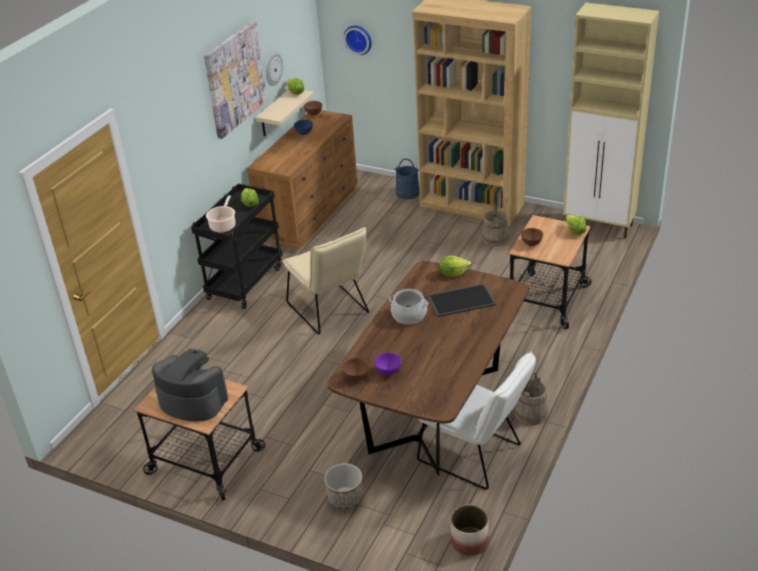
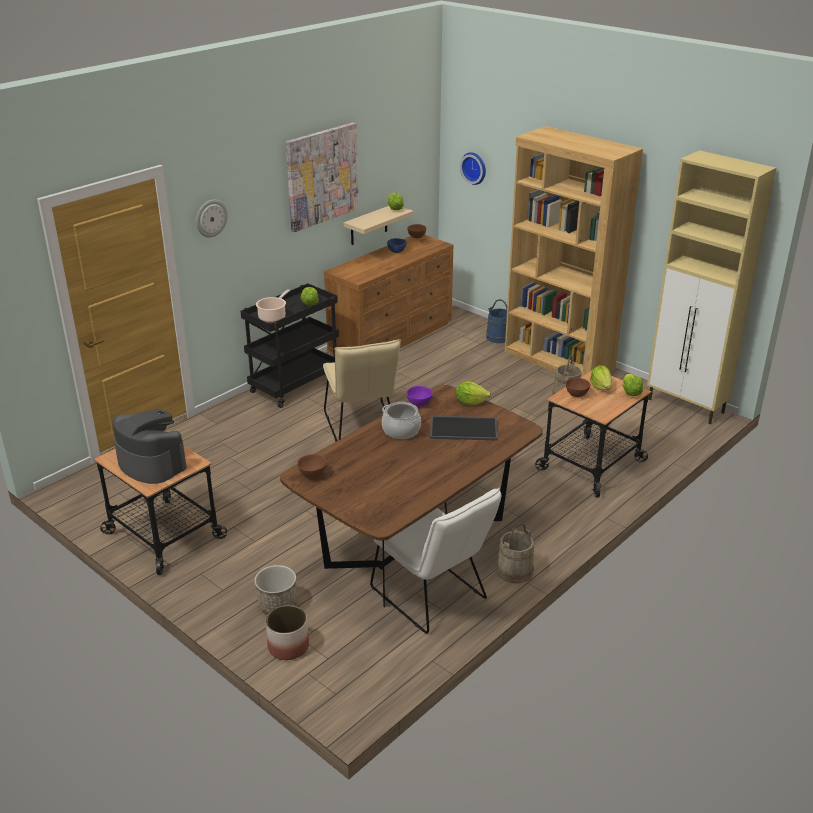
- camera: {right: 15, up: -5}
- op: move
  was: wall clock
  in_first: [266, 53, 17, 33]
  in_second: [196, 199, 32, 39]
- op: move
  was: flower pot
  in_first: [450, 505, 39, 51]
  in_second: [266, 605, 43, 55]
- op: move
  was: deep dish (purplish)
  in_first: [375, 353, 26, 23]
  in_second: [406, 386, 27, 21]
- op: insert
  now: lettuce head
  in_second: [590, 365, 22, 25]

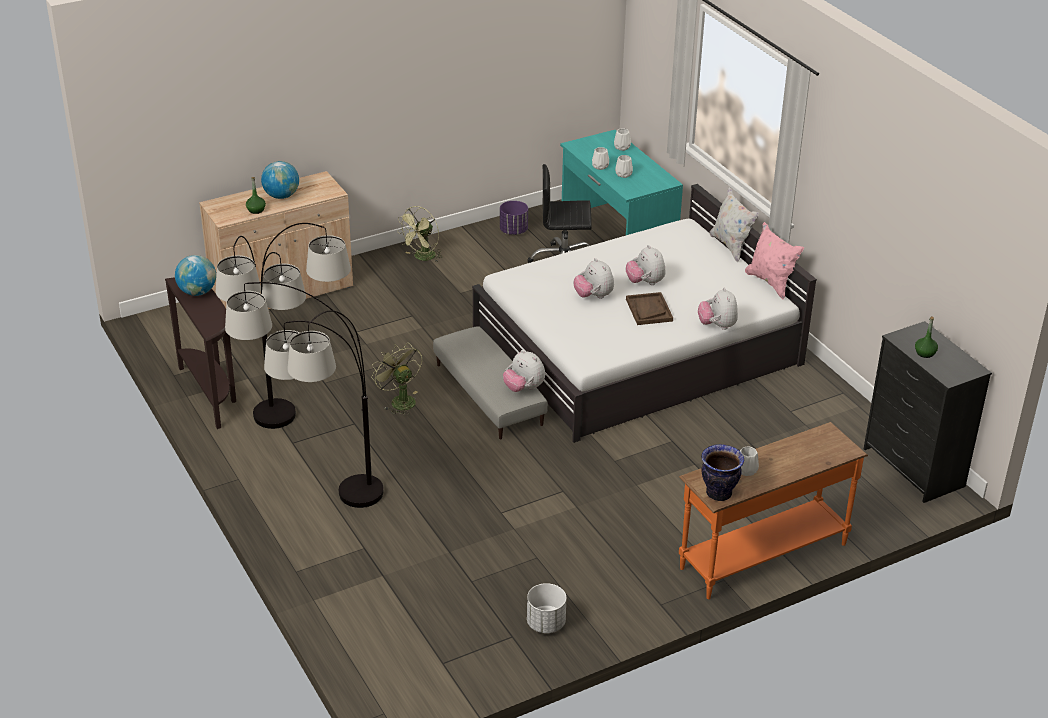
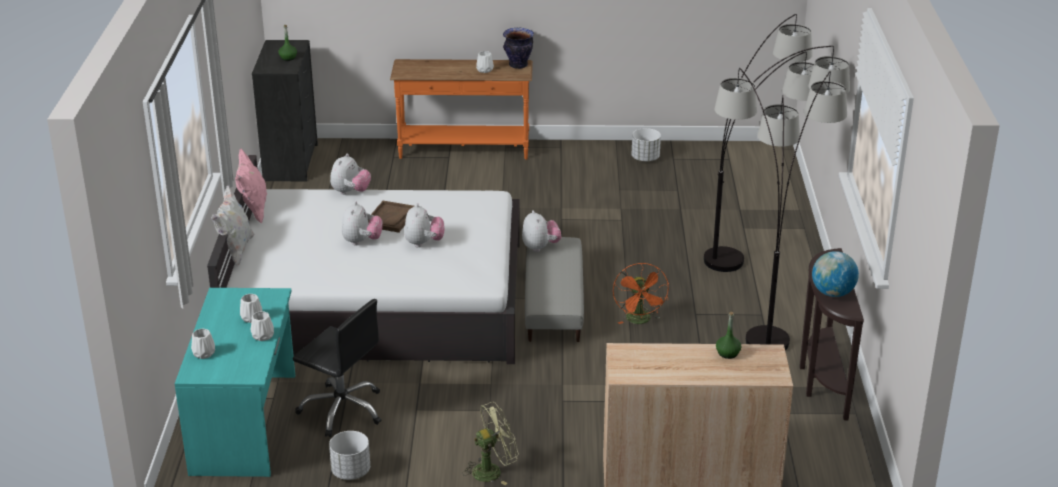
- camera: {right: -150, up: -5}
- op: recolor
  was: flower pot (purplish)
  now: flower pot (white)
  in_first: [500, 201, 28, 34]
  in_second: [329, 431, 41, 49]
- op: recolor
  was: fan (greenish)
  now: fan (orange)
  in_first: [371, 344, 51, 71]
  in_second: [613, 263, 56, 61]
- op: delete
  was: desk globe
  in_first: [261, 161, 38, 38]

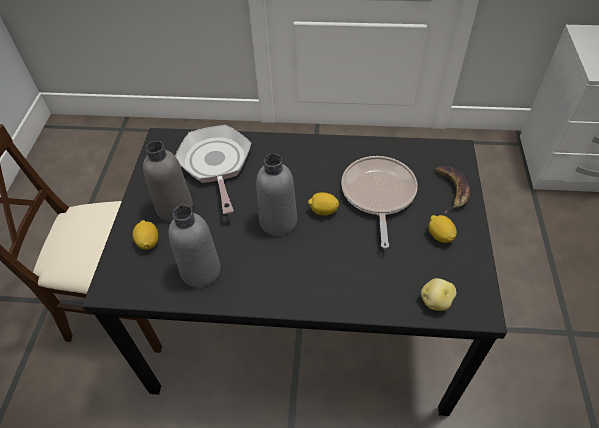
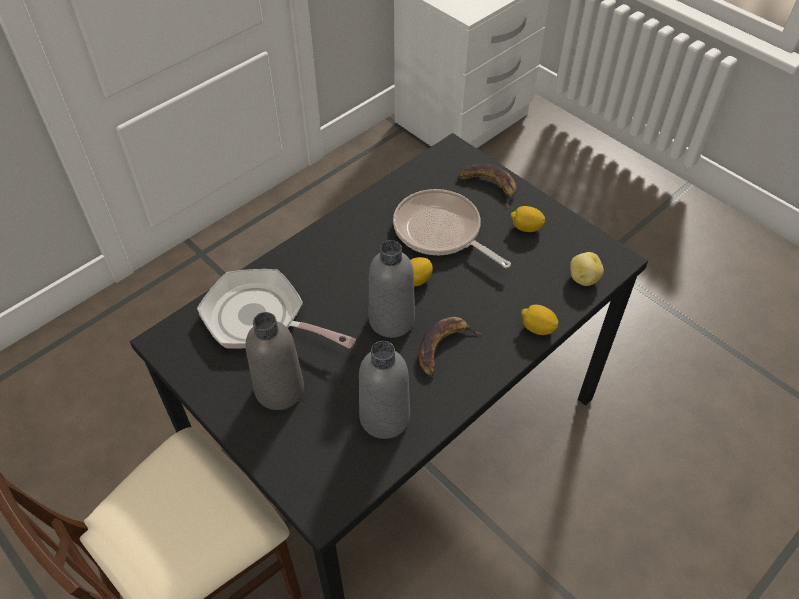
- camera: {right: -50, up: 0}
- op: insert
  now: banana
  in_second: [419, 317, 63, 60]
- op: move
  was: whole lemon
  in_first: [133, 220, 25, 30]
  in_second: [521, 305, 38, 30]

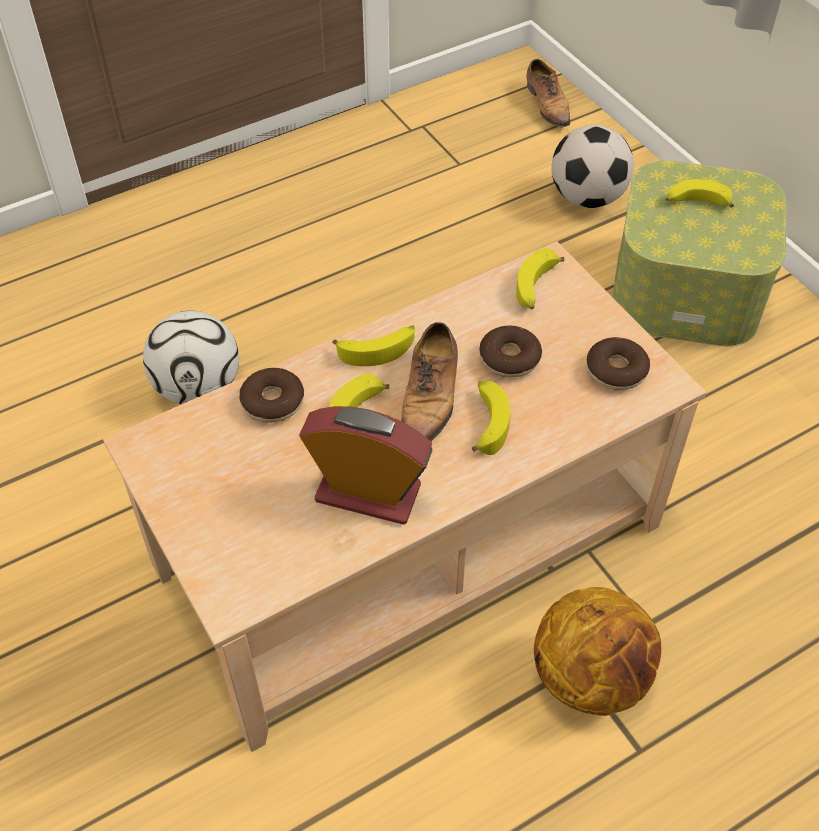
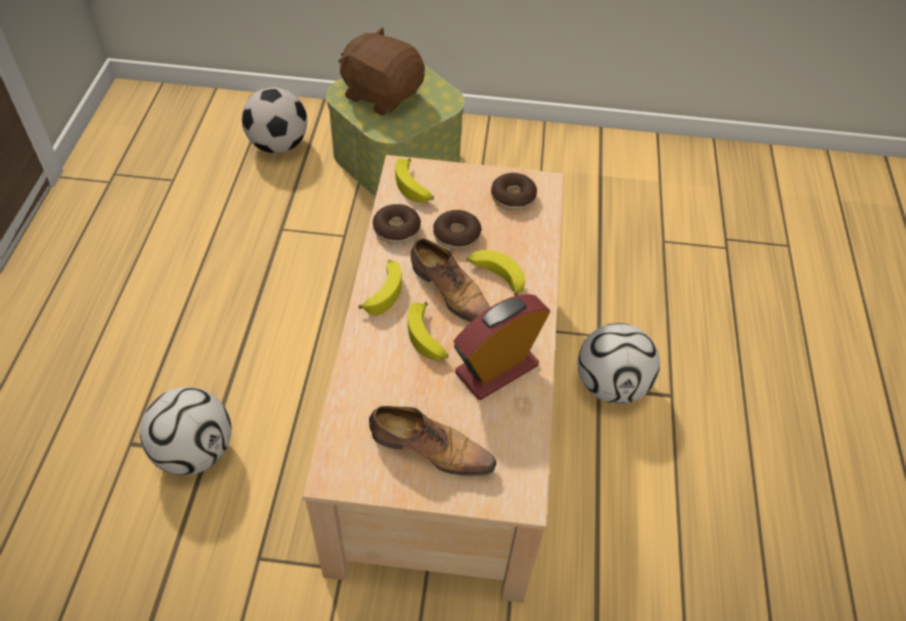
- camera: {right: -55, up: 0}
- op: replace
  was: banana
  now: soft toy (brown)
  in_first: [666, 179, 68, 28]
  in_second: [338, 27, 87, 88]
- op: move
  was: shoe
  in_first: [527, 59, 43, 68]
  in_second: [369, 406, 127, 70]
- op: move
  was: ring doughnut
  in_first: [240, 368, 64, 55]
  in_second: [373, 204, 48, 40]
- op: replace
  was: basketball ball
  now: football ball
  in_first: [534, 587, 127, 129]
  in_second: [578, 323, 82, 81]

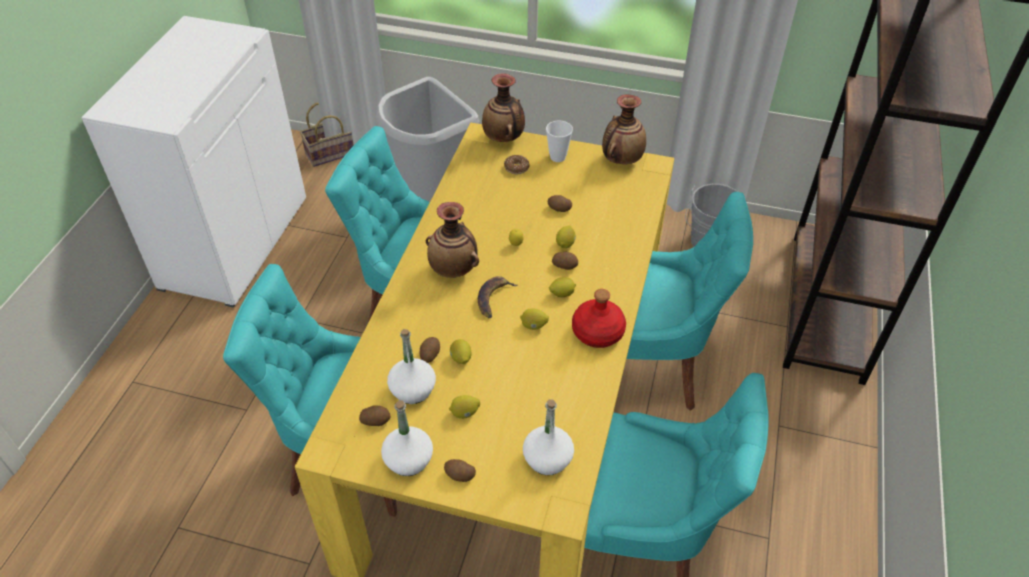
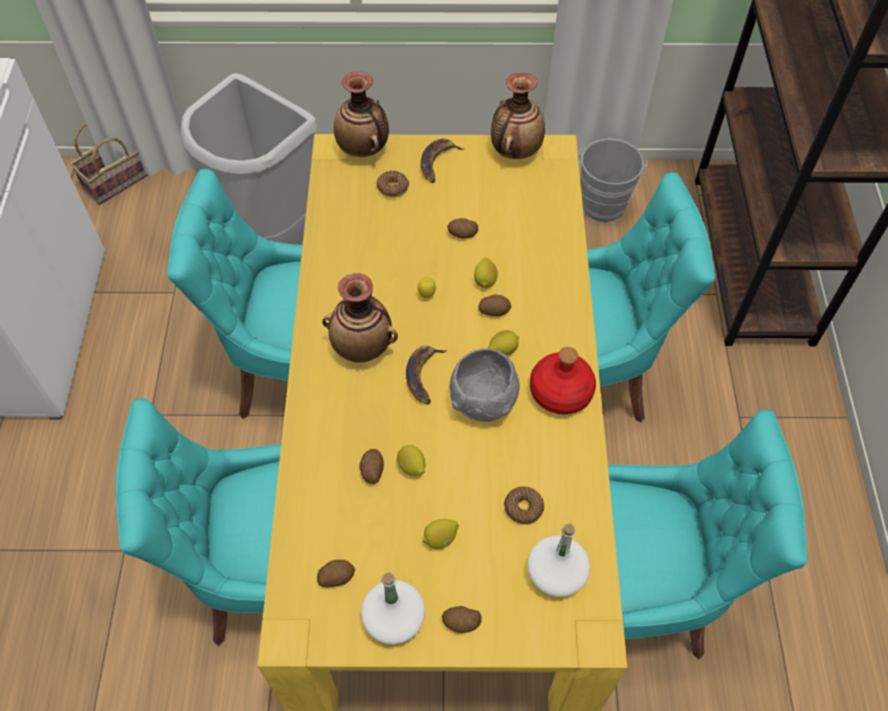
- camera: {right: -15, up: 10}
- op: replace
  was: cup
  now: banana
  in_first: [546, 120, 27, 42]
  in_second: [421, 138, 44, 45]
- op: replace
  was: whole lemon
  now: deep dish (greyish)
  in_first: [520, 309, 29, 21]
  in_second: [450, 349, 70, 73]
- op: insert
  now: ring doughnut
  in_second: [504, 486, 40, 38]
- op: delete
  was: drink bottle (white)
  in_first: [387, 329, 49, 75]

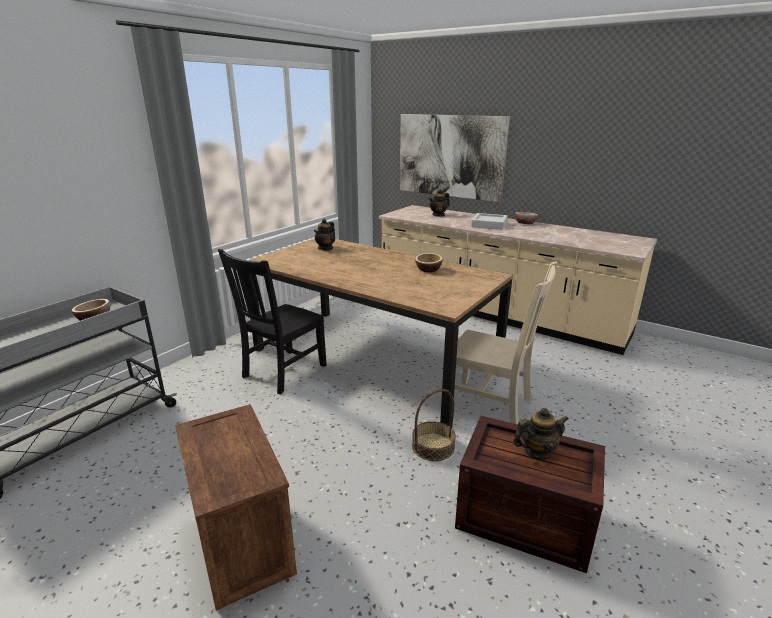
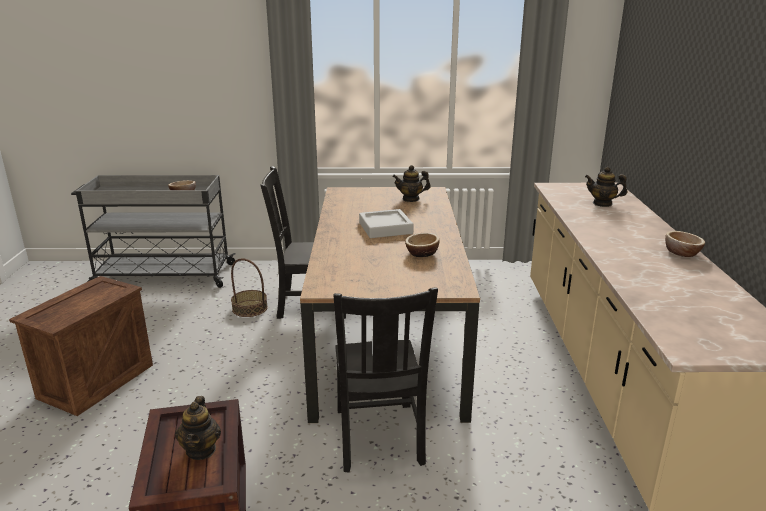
- camera: {right: 55, up: 0}
- op: rotate
  was: tea pot
  in_first: [513, 408, 56, 52]
  in_second: [175, 396, 46, 64]
  clockwise: 45
- op: move
  was: household basket
  in_first: [412, 389, 44, 72]
  in_second: [231, 258, 37, 59]
- op: recolor
  was: upright chair (beige-coloured)
  now: upright chair (black)
  in_first: [454, 261, 104, 164]
  in_second: [333, 287, 105, 186]
- op: move
  was: carrying tray (greyish)
  in_first: [471, 213, 37, 17]
  in_second: [359, 209, 55, 29]
- op: delete
  was: picture
  in_first: [400, 114, 110, 88]

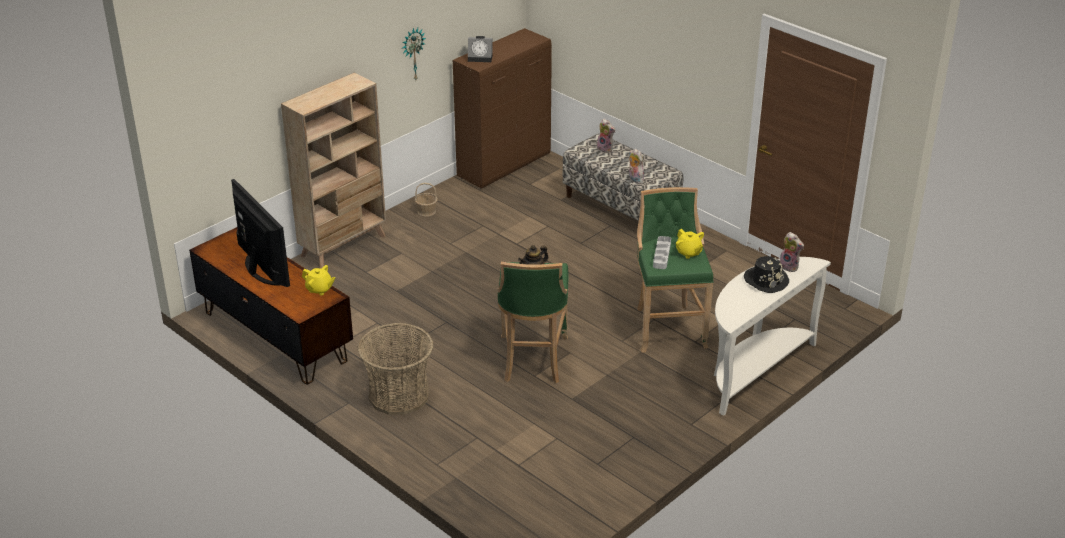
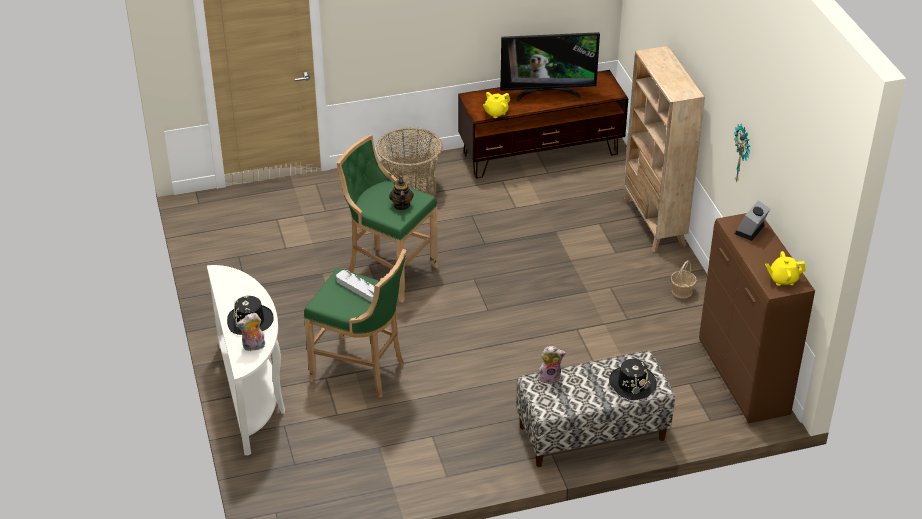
- camera: {right: 120, up: 5}
- op: replace
  was: soft toy
  now: hat (black)
  in_first: [597, 119, 18, 34]
  in_second: [609, 359, 47, 41]
- op: move
  was: tea pot (yellow)
  in_first: [676, 229, 28, 30]
  in_second: [765, 251, 41, 35]

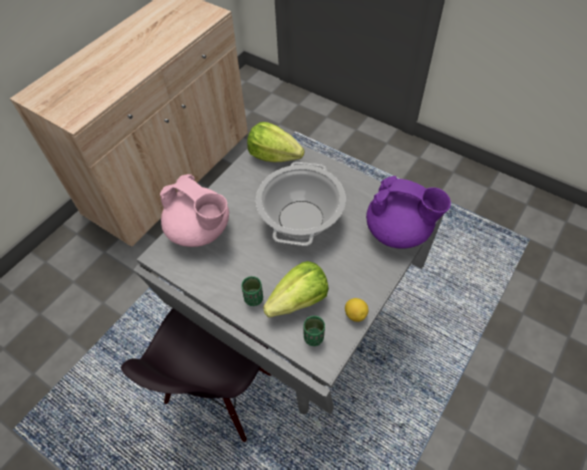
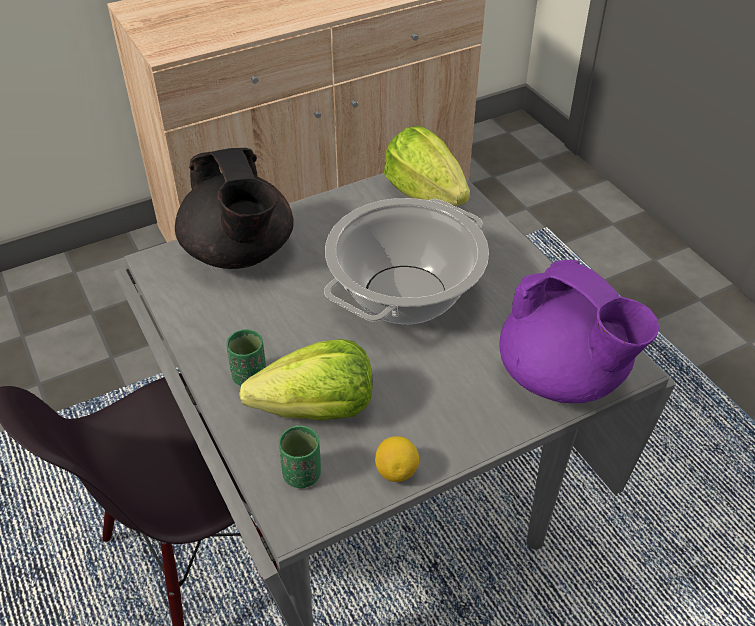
- camera: {right: 25, up: -10}
- op: recolor
  was: tea pot (pink-coloured)
  now: tea pot (black)
  in_first: [160, 174, 69, 73]
  in_second: [175, 148, 119, 121]

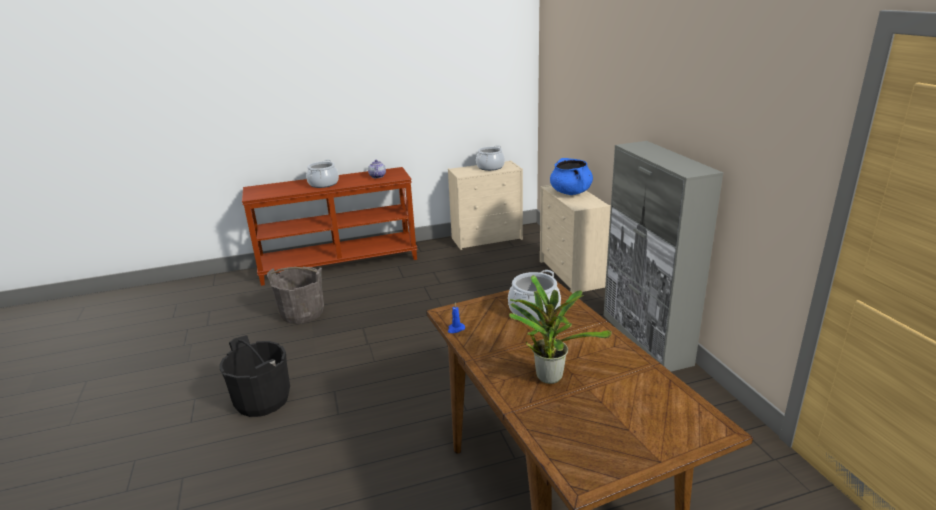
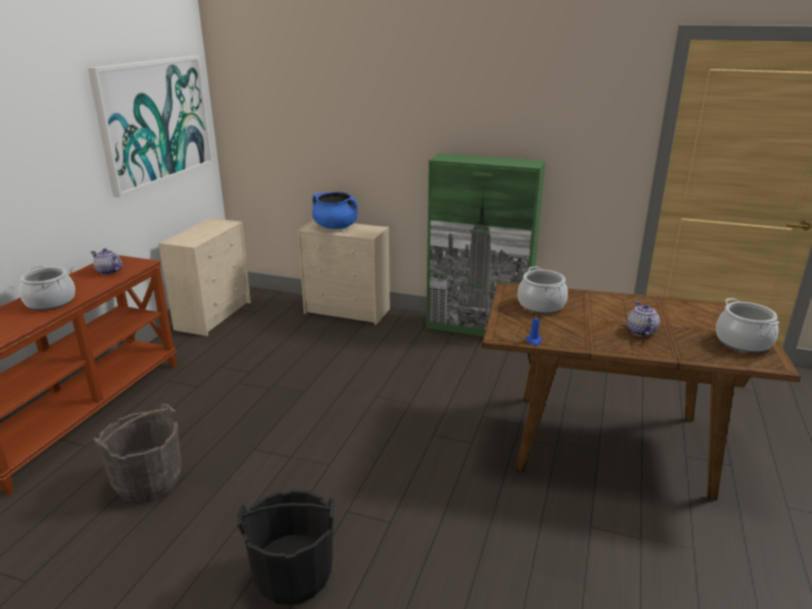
- camera: {right: -55, up: 0}
- op: insert
  now: picture
  in_second: [88, 56, 125, 142]
- op: recolor
  was: storage cabinet (greyish)
  now: storage cabinet (greenish)
  in_first: [604, 141, 119, 231]
  in_second: [426, 153, 119, 184]
- op: replace
  was: potted plant
  now: tea pot
  in_first: [509, 275, 103, 109]
  in_second: [627, 301, 33, 35]
- op: move
  was: saucepot
  in_first: [476, 145, 29, 26]
  in_second: [716, 298, 64, 54]

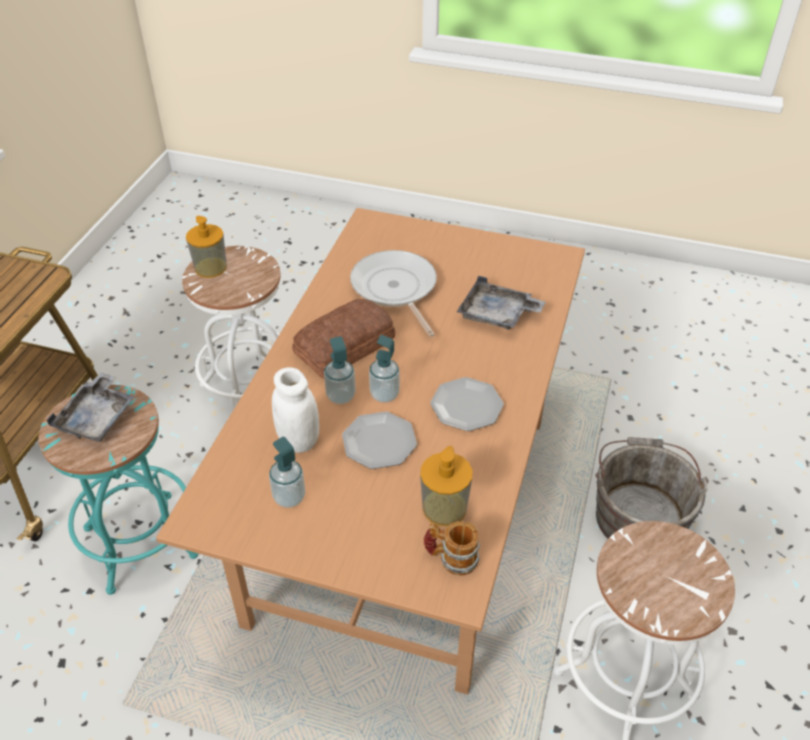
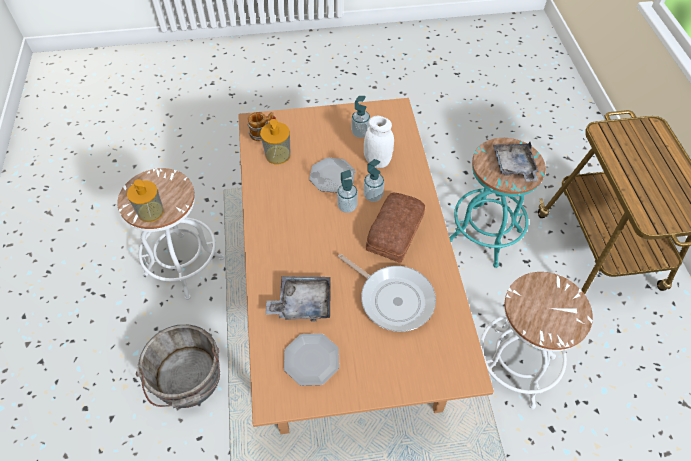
- camera: {right: 155, up: 10}
- op: move
  was: soap bottle
  in_first: [186, 216, 41, 62]
  in_second: [127, 179, 37, 43]
- op: move
  was: plate
  in_first: [430, 377, 74, 54]
  in_second: [284, 333, 55, 53]

